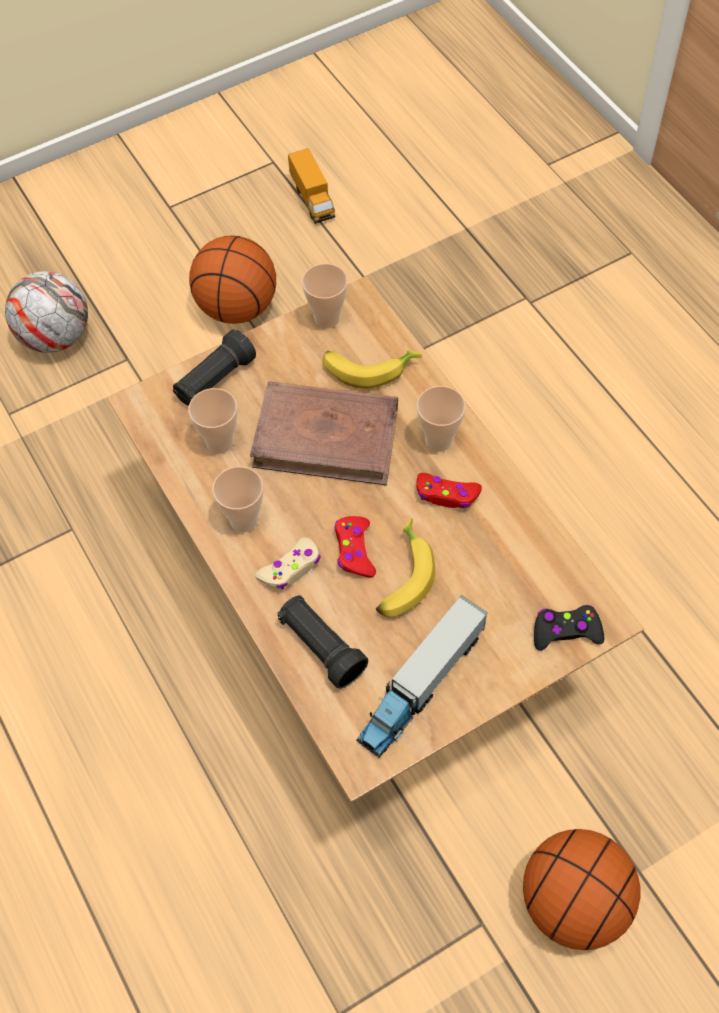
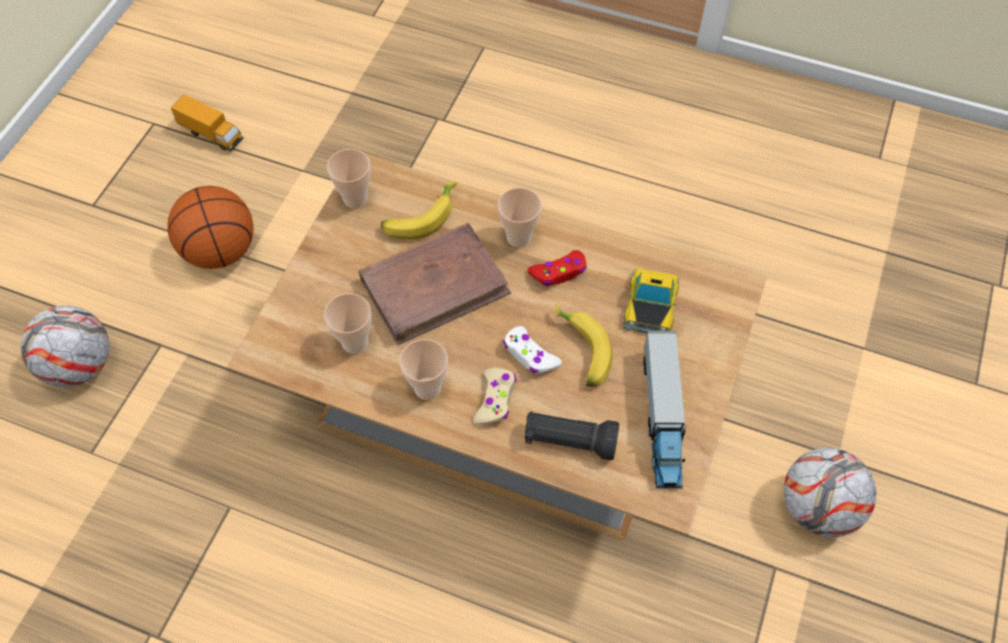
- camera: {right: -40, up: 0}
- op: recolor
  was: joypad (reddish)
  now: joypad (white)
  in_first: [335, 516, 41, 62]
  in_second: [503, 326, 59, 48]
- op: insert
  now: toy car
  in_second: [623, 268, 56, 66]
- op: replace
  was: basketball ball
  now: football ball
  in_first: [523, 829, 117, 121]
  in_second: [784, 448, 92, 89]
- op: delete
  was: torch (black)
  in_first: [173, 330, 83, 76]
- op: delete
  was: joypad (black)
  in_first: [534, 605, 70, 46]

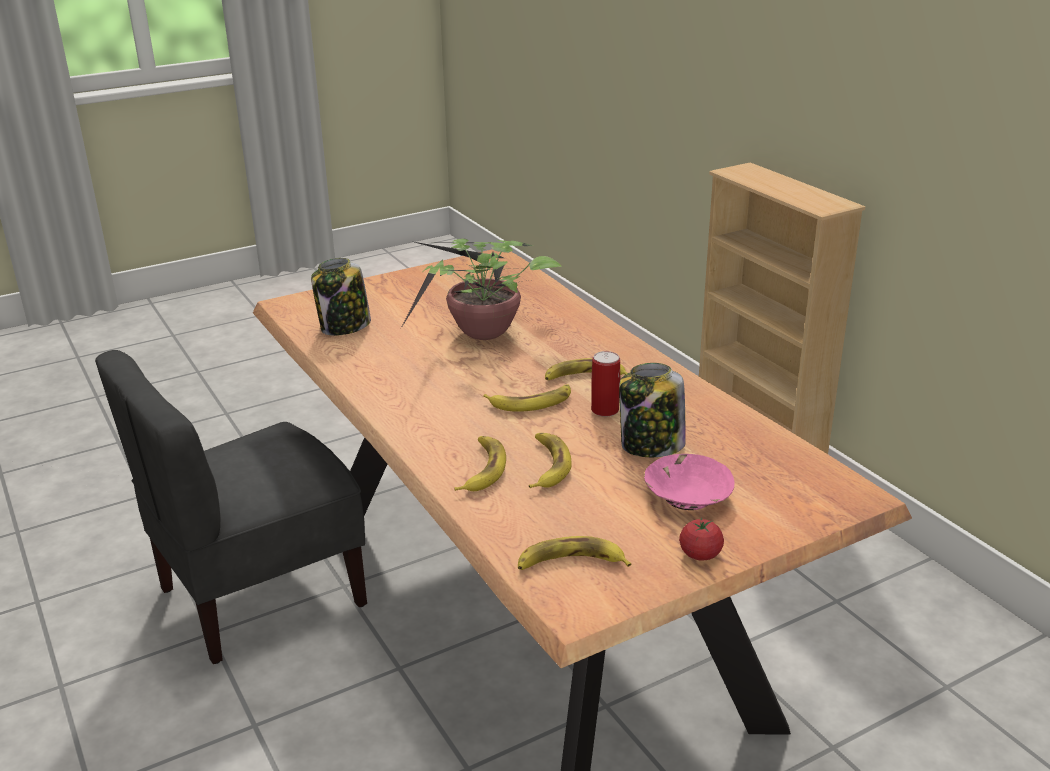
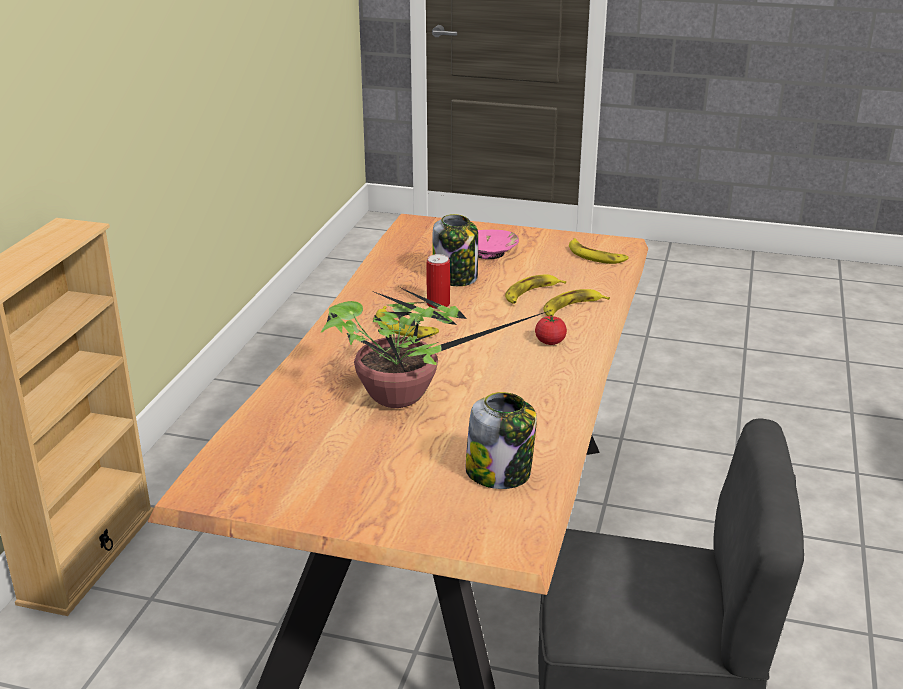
- camera: {right: -135, up: 0}
- op: move
  was: tomato
  in_first: [679, 518, 45, 43]
  in_second: [535, 316, 32, 29]
- op: delete
  was: banana
  in_first: [483, 384, 88, 28]

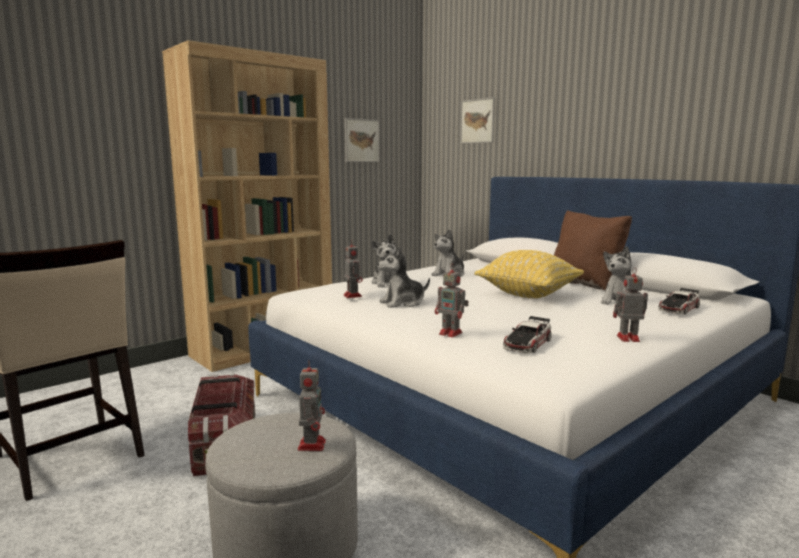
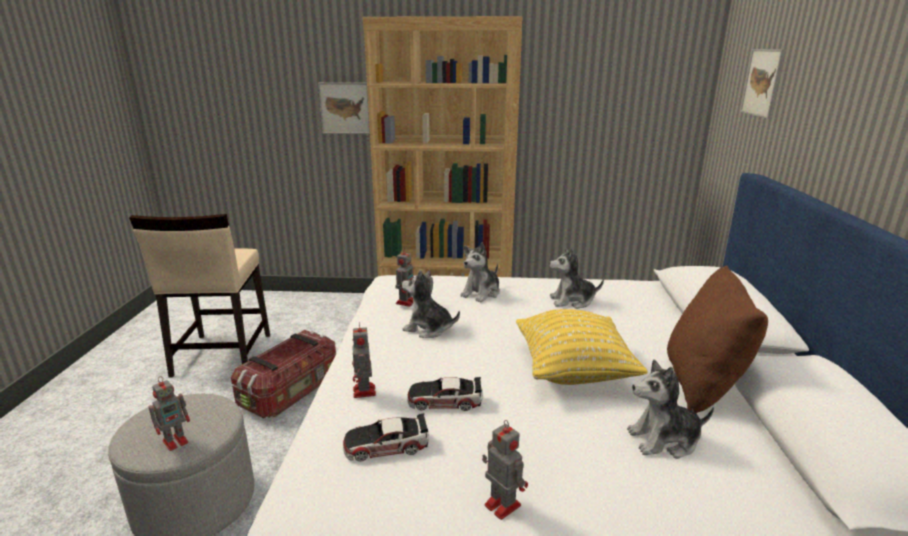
- camera: {right: 45, up: 10}
- op: move
  was: picture
  in_first: [345, 118, 35, 44]
  in_second: [318, 83, 52, 51]
- op: move
  was: toy car
  in_first: [658, 288, 42, 26]
  in_second: [408, 377, 75, 34]

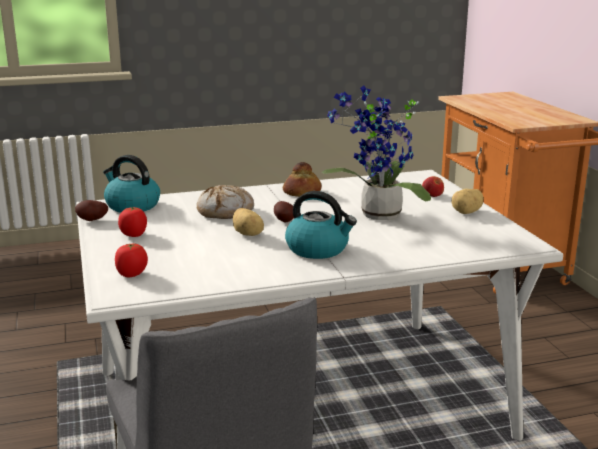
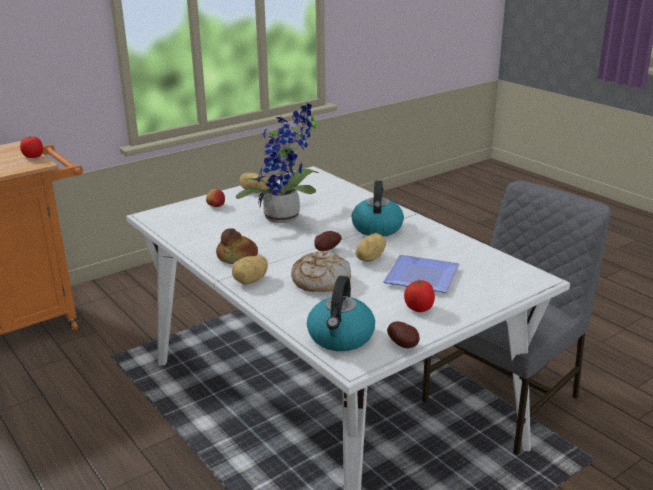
- camera: {right: -110, up: 5}
- op: move
  was: tomato
  in_first: [115, 243, 33, 35]
  in_second: [20, 136, 23, 22]
- op: insert
  now: spud
  in_second: [232, 255, 36, 29]
- op: insert
  now: plate
  in_second: [383, 255, 76, 38]

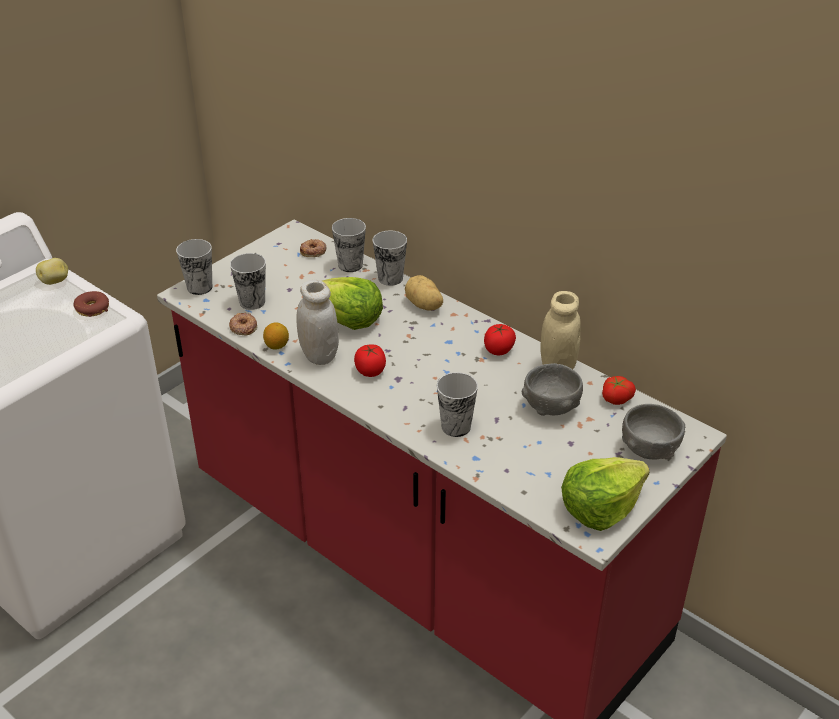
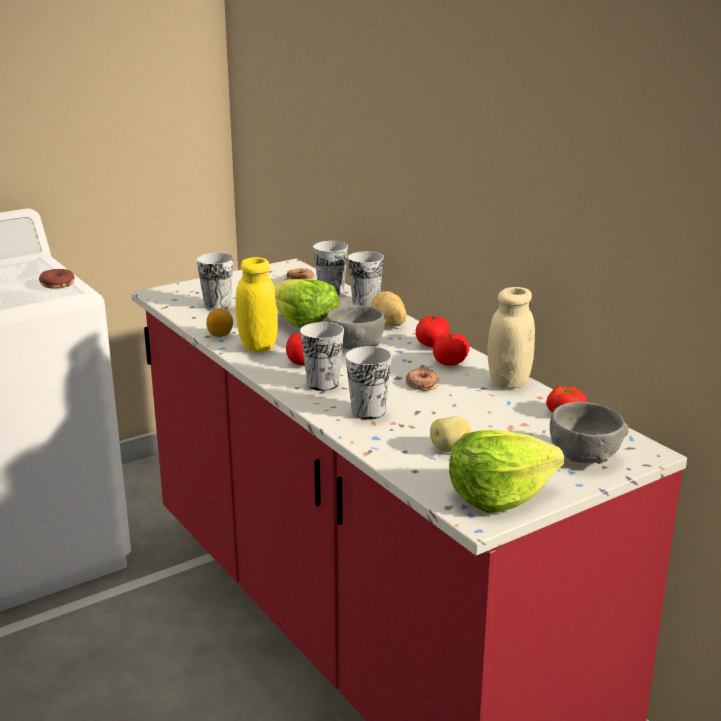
- camera: {right: 15, up: -15}
- op: recolor
  was: jar (white)
  now: jar (yellow)
  in_first: [296, 280, 43, 85]
  in_second: [235, 257, 43, 95]
- op: move
  was: cup
  in_first: [176, 239, 36, 56]
  in_second: [300, 322, 44, 69]
- op: move
  was: deep dish (greyish)
  in_first: [522, 363, 61, 53]
  in_second: [323, 305, 63, 45]
- op: move
  was: ring doughnut
  in_first: [229, 312, 28, 24]
  in_second: [406, 368, 33, 23]
- op: insert
  now: tomato
  in_second: [416, 316, 34, 31]
- op: move
  was: spud
  in_first: [36, 258, 32, 27]
  in_second: [430, 416, 42, 36]

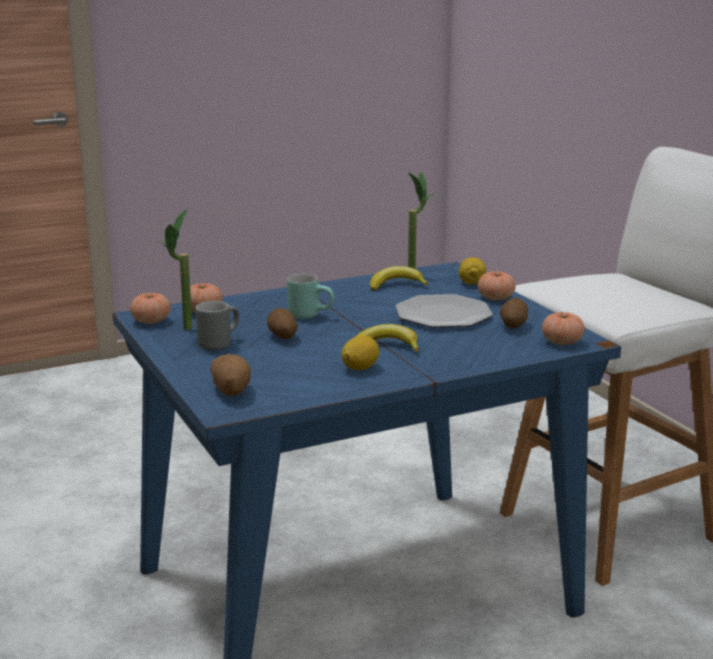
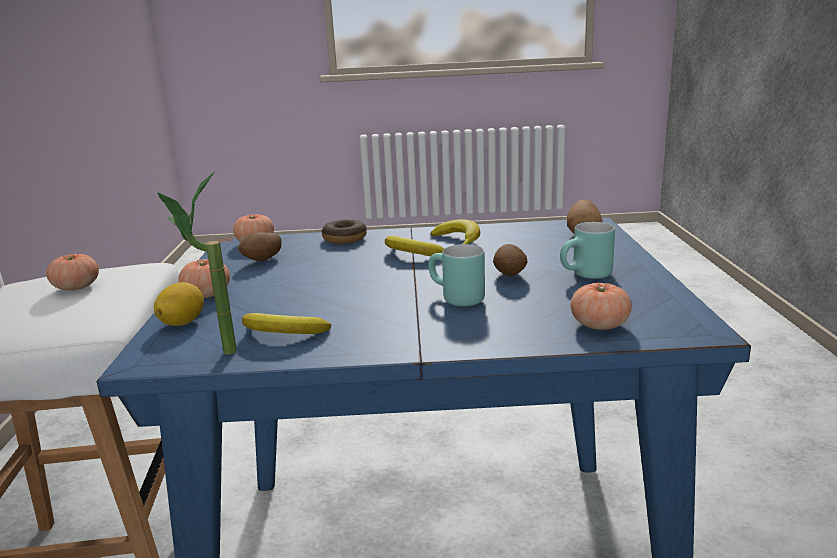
- camera: {right: -155, up: 0}
- op: move
  was: tomato
  in_first: [130, 293, 41, 31]
  in_second: [46, 253, 53, 38]
- op: insert
  now: ring doughnut
  in_second: [322, 219, 45, 25]
- op: replace
  was: whole lemon
  now: banana
  in_first: [341, 335, 38, 36]
  in_second: [431, 219, 49, 25]
- op: recolor
  was: mug (greyish)
  now: mug (turquoise-coloured)
  in_first: [196, 301, 43, 49]
  in_second: [560, 222, 55, 57]
- op: delete
  was: potted plant
  in_first: [156, 208, 36, 122]
- op: delete
  was: plate
  in_first: [395, 294, 98, 34]

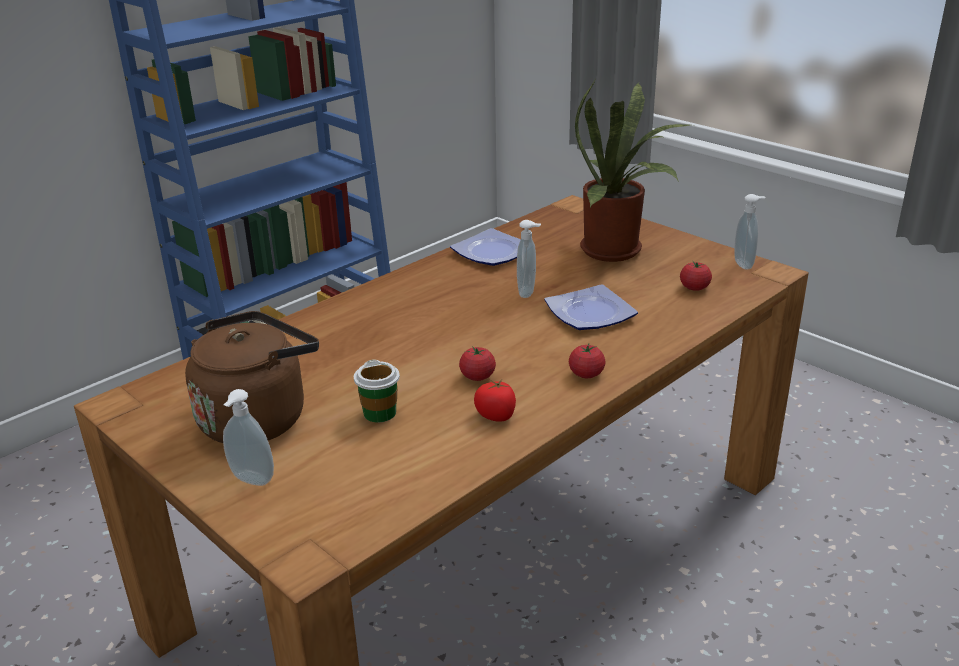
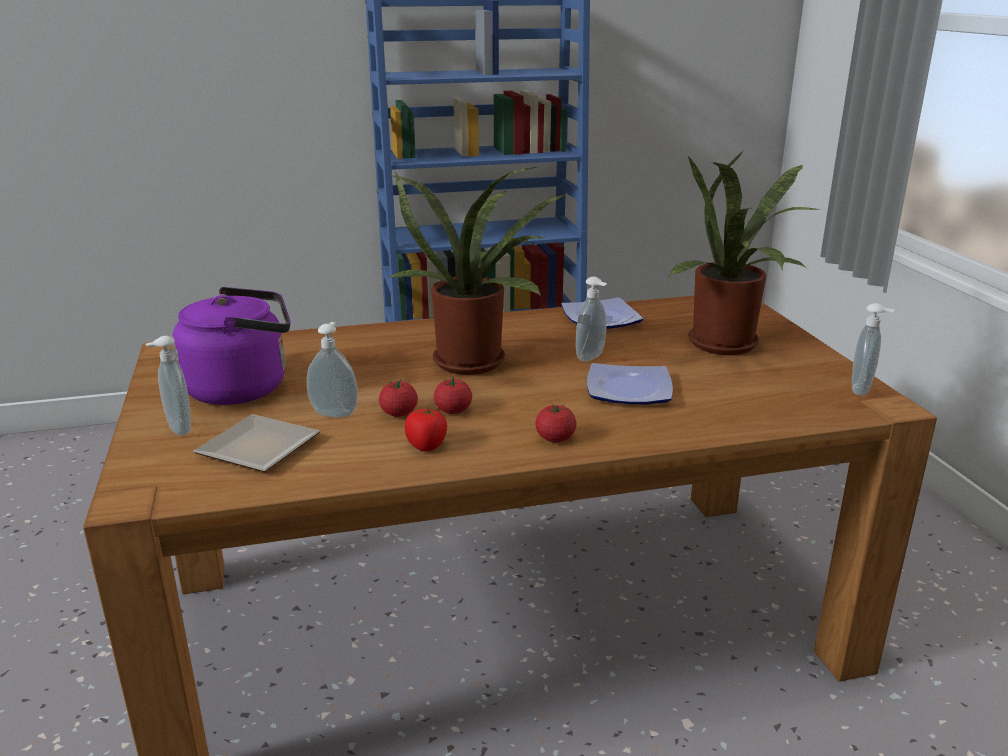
- camera: {right: 30, up: -5}
- op: recolor
  was: tea kettle (brown)
  now: tea kettle (purplish)
  in_first: [185, 311, 134, 132]
  in_second: [173, 287, 117, 118]
- op: insert
  now: plate
  in_second: [193, 414, 127, 58]
- op: replace
  was: cup
  now: soap bottle
  in_first: [354, 359, 46, 63]
  in_second: [307, 322, 51, 95]
- op: move
  was: tomato
  in_first: [680, 261, 32, 30]
  in_second: [379, 380, 39, 37]
- op: insert
  now: potted plant
  in_second: [389, 167, 176, 208]

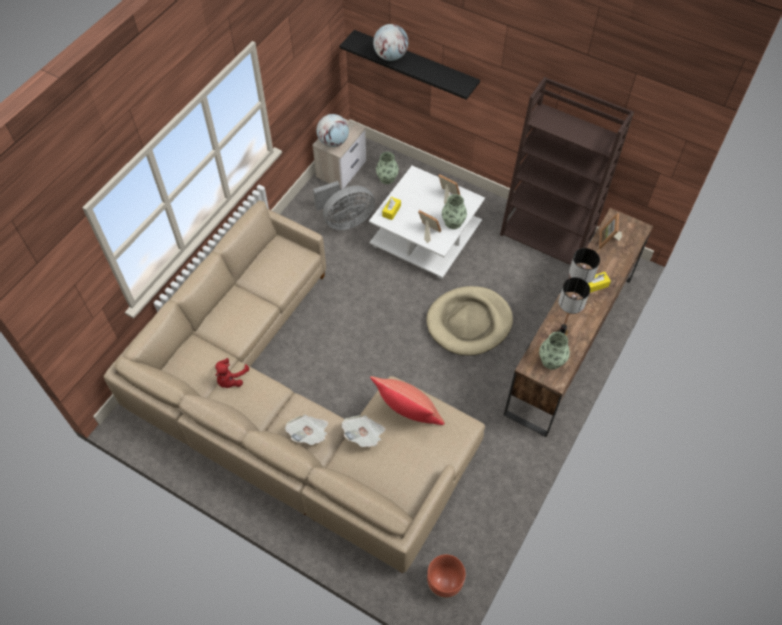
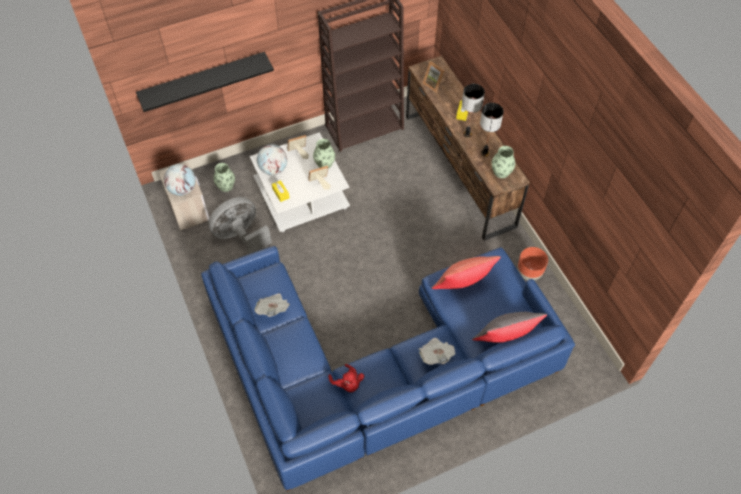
- camera: {right: -55, up: 0}
- op: recolor
  was: sofa (beige-coloured)
  now: sofa (blue)
  in_first: [104, 201, 381, 372]
  in_second: [201, 246, 374, 245]
- op: rotate
  was: fan (greyish)
  in_first: [313, 181, 62, 49]
  in_second: [208, 197, 64, 57]
  clockwise: -135
- op: move
  was: newspaper
  in_first: [341, 415, 45, 32]
  in_second: [254, 293, 36, 24]
- op: move
  was: desk globe
  in_first: [373, 24, 35, 37]
  in_second: [257, 145, 30, 30]
- op: insert
  now: pillow (greyish)
  in_second: [472, 312, 75, 31]
- op: move
  was: flower pot (brown)
  in_first: [427, 554, 39, 45]
  in_second: [518, 247, 30, 34]
- op: delete
  was: dog bed (beige-coloured)
  in_first: [426, 286, 87, 70]

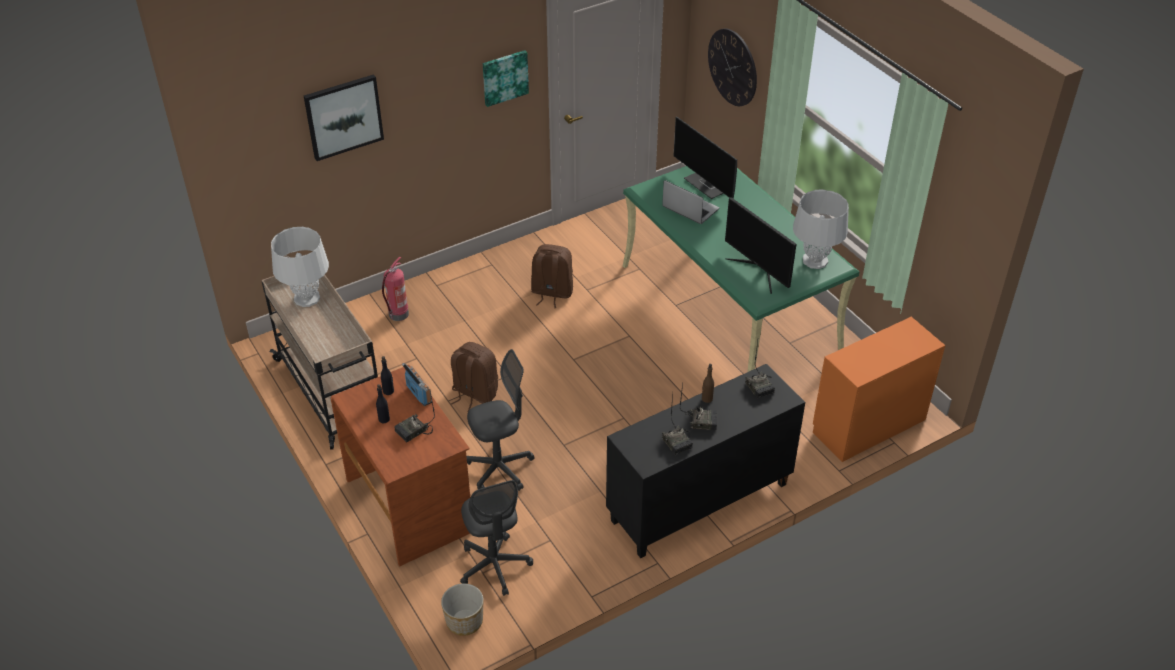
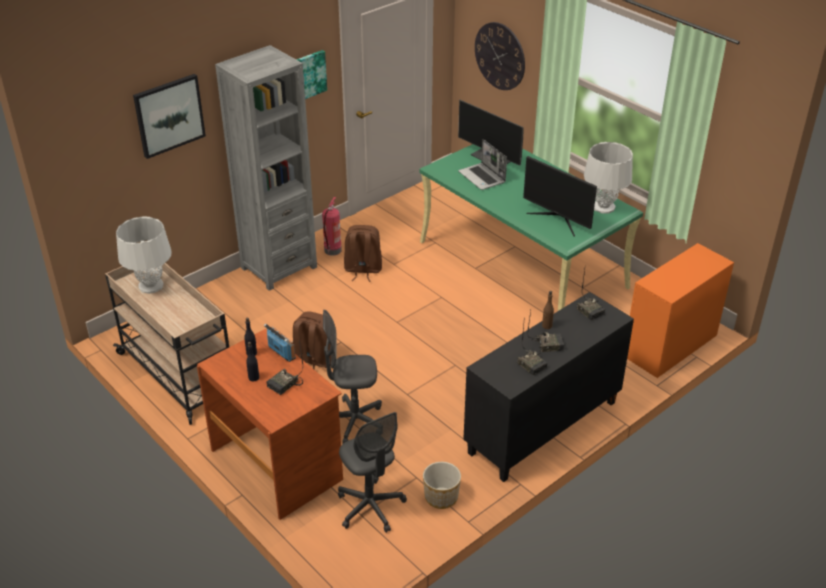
- camera: {right: -10, up: -5}
- op: insert
  now: bookcase (greyish)
  in_second: [215, 45, 102, 246]
- op: move
  was: fire extinguisher
  in_first: [382, 257, 27, 64]
  in_second: [322, 197, 20, 59]
- op: rotate
  was: desk chair (greyish)
  in_first: [466, 349, 68, 142]
  in_second: [323, 310, 59, 133]
  clockwise: -150
- op: move
  was: flower pot
  in_first: [441, 583, 42, 53]
  in_second: [423, 462, 38, 47]
- op: rotate
  was: laptop
  in_first: [662, 180, 57, 44]
  in_second: [458, 139, 49, 51]
  clockwise: -150

